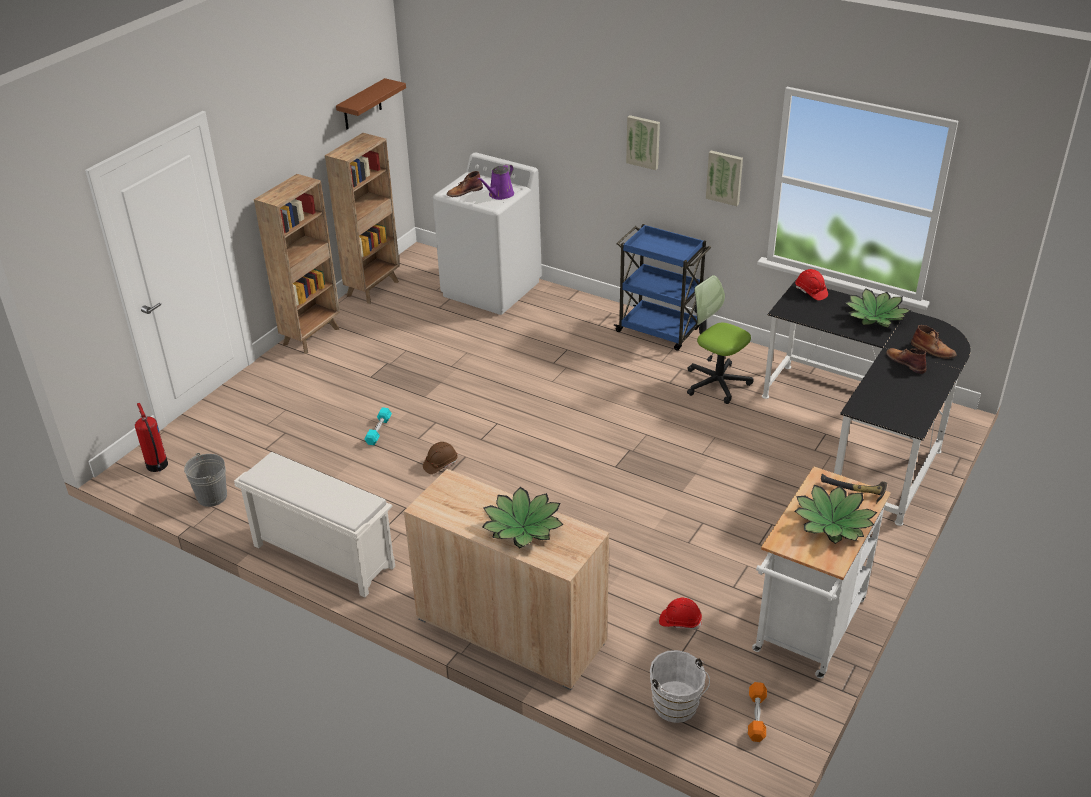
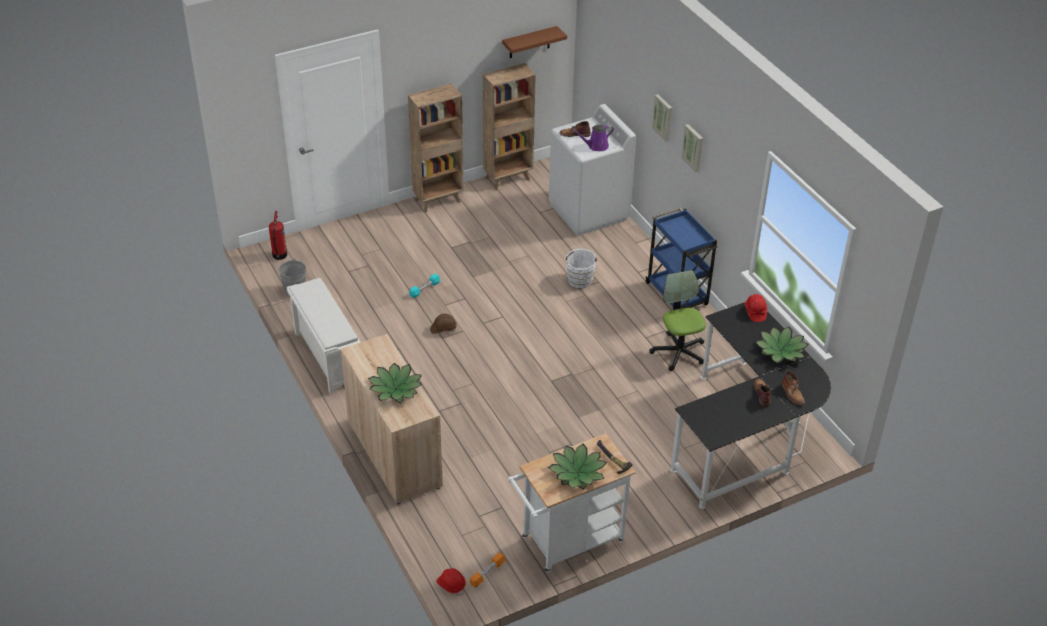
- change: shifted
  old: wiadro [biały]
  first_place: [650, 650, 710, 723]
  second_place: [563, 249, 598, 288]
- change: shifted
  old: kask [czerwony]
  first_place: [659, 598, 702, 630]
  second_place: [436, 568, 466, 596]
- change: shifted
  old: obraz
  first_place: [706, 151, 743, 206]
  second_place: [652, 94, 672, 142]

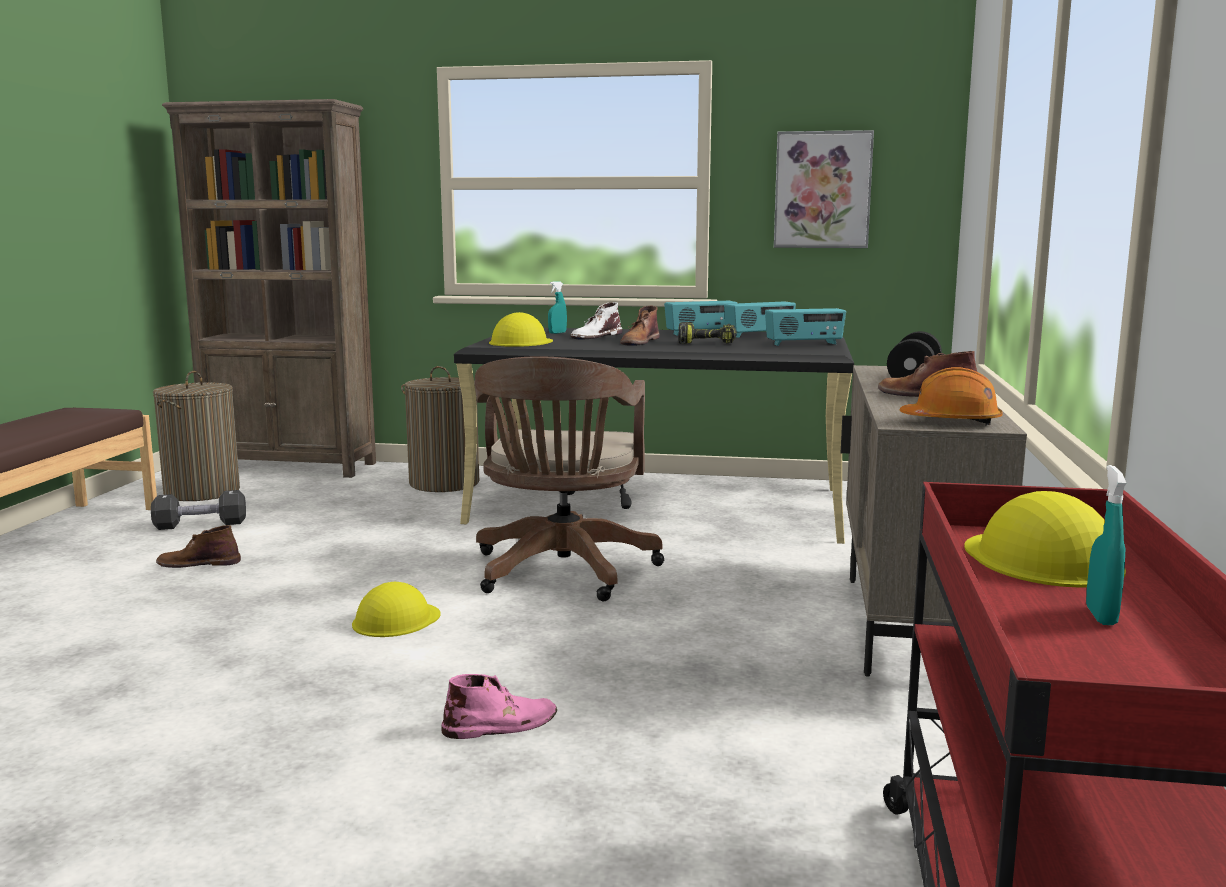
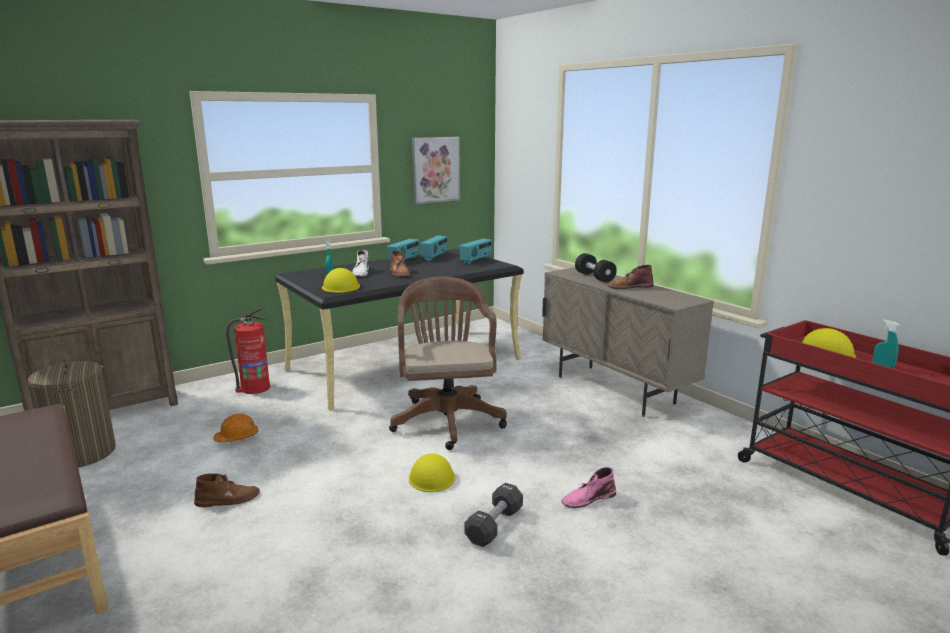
- change: gone
  old: wiertarka
  first_place: [678, 322, 737, 344]
- change: shifted
  old: hantel [czarny]
  first_place: [151, 490, 246, 530]
  second_place: [464, 483, 523, 547]
- change: shifted
  old: kask [pomarańczowy]
  first_place: [900, 367, 1003, 426]
  second_place: [213, 414, 258, 443]
- change: swapped
  old: kosz na pranie
  new: gaśnica
  first_place: [401, 366, 479, 492]
  second_place: [226, 308, 270, 394]
- change: rotated
  old: but z cholewką [brązowy]
  first_place: [156, 525, 241, 568]
  second_place: [194, 473, 260, 507]
  degrees: -150
- change: rotated
  old: but z cholewką [różowy]
  first_place: [442, 674, 557, 739]
  second_place: [561, 467, 616, 508]
  degrees: -135
- change: rotated
  old: krzesło biurowe [brązowy]
  first_place: [475, 356, 664, 601]
  second_place: [389, 277, 507, 450]
  degrees: -150

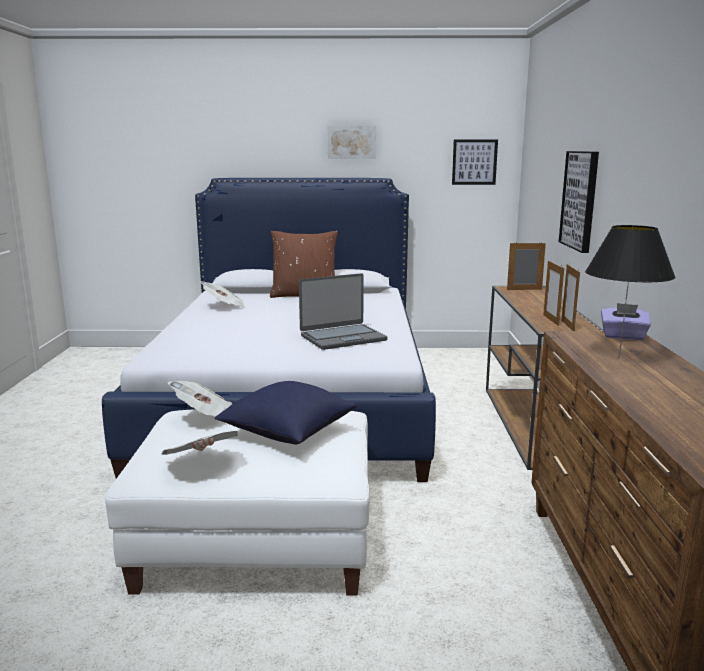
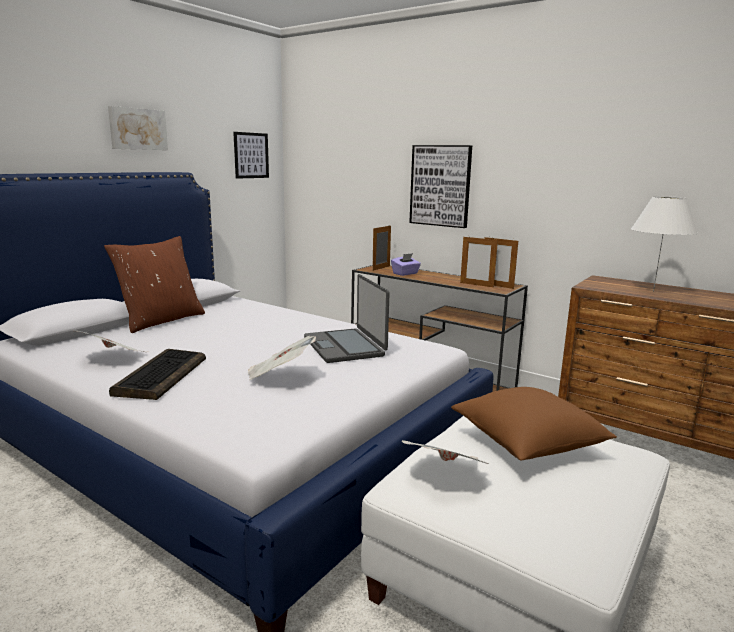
- change: new
  new: klawiatura
  second_place: [109, 349, 206, 400]
- change: shifted
  old: gazeta
  first_place: [162, 431, 238, 455]
  second_place: [248, 336, 316, 380]
- change: shifted
  old: pudełko chusteczek [fioletowy]
  first_place: [601, 303, 651, 340]
  second_place: [391, 253, 421, 276]
- change: repainted
  old: poduszka [niebieski]
  new: poduszka [brązowy]
  first_place: [214, 381, 357, 444]
  second_place: [451, 387, 617, 461]
- change: repainted
  old: lampa stołowa [czarny]
  new: lampa stołowa [biały]
  first_place: [585, 225, 676, 358]
  second_place: [631, 196, 698, 292]
- change: rotated
  old: laptop
  first_place: [299, 273, 387, 350]
  second_place: [304, 274, 390, 363]
  degrees: 150

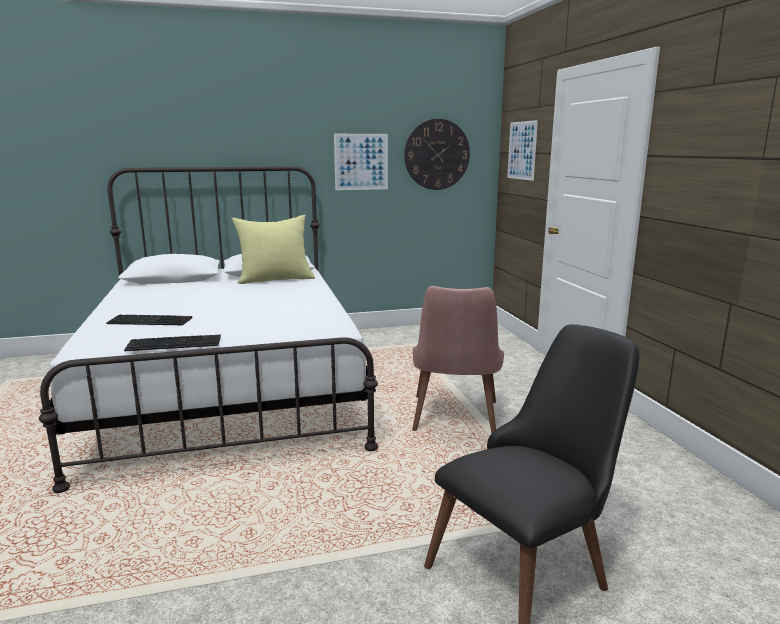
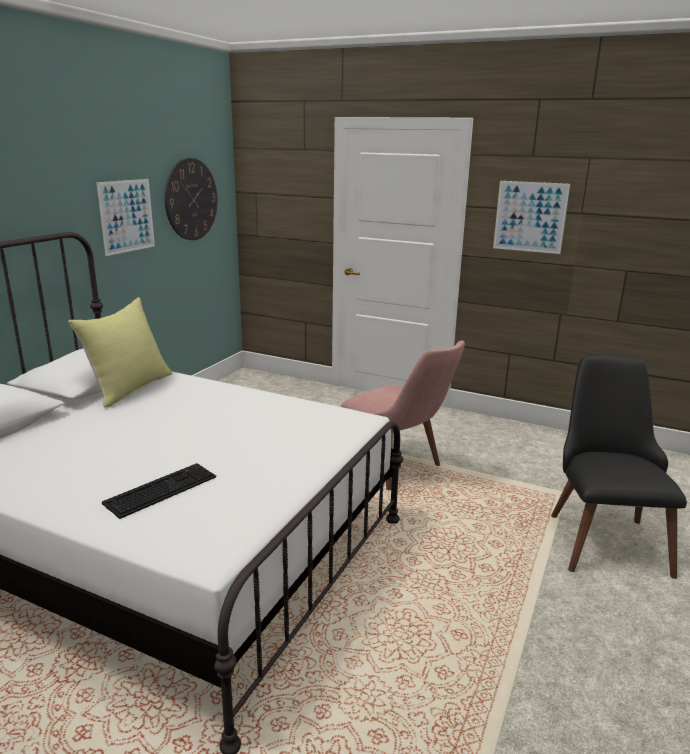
- change: gone
  old: klawiatura
  first_place: [124, 335, 221, 351]
- change: shifted
  old: obraz
  first_place: [507, 120, 538, 181]
  second_place: [493, 181, 570, 254]

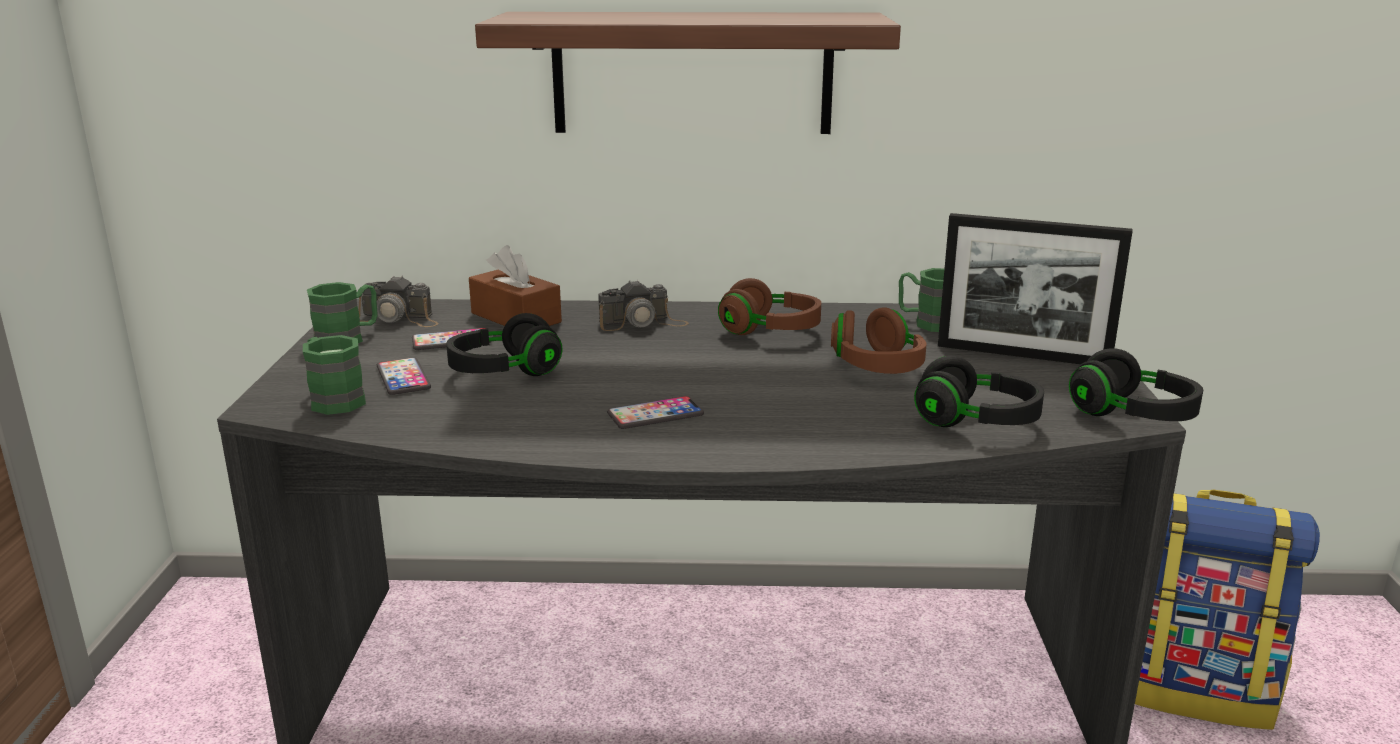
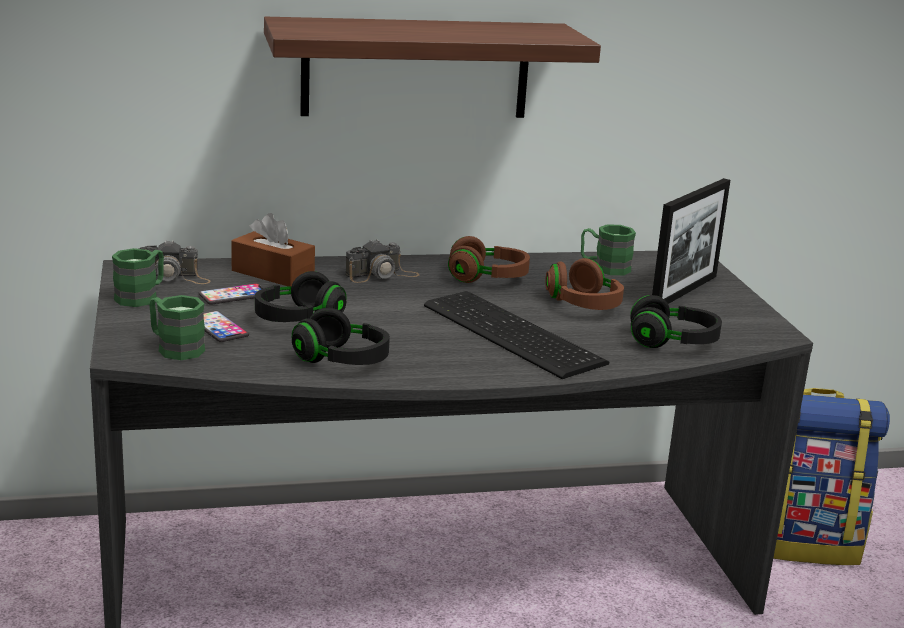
- change: gone
  old: telefon
  first_place: [607, 396, 704, 429]
- change: new
  new: klawiatura
  second_place: [424, 291, 609, 379]
- change: shifted
  old: słuchawki [czarny]
  first_place: [1069, 348, 1203, 421]
  second_place: [292, 308, 390, 365]
- change: rotated
  old: ramka na zdjęcie
  first_place: [938, 213, 1133, 364]
  second_place: [652, 178, 730, 304]
  degrees: -60

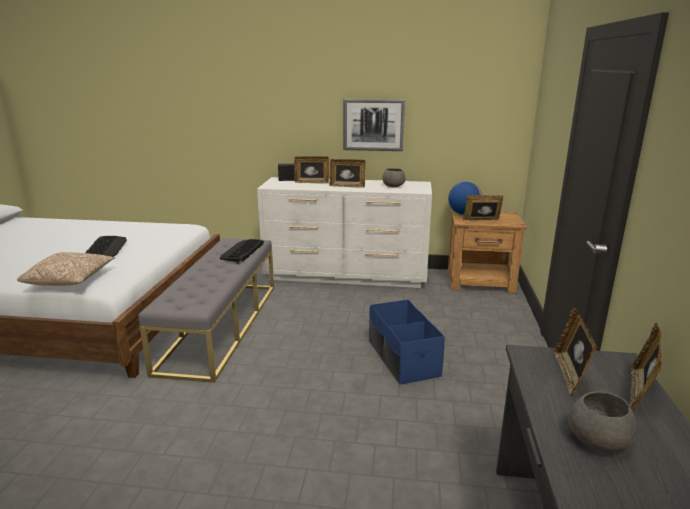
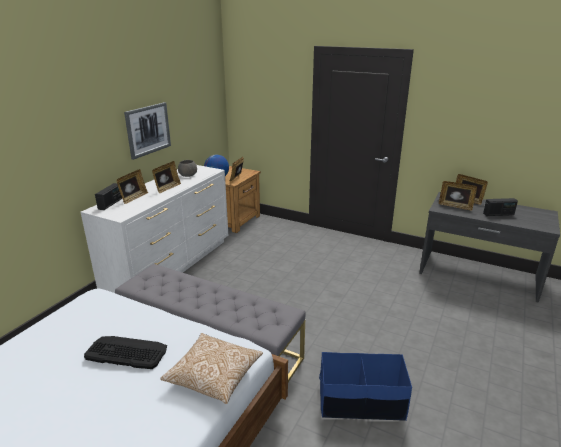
- change: gone
  old: klawiatura
  first_place: [220, 239, 264, 262]
- change: shifted
  old: pojemnik do przechowywania [niebieski]
  first_place: [369, 299, 445, 385]
  second_place: [319, 352, 412, 421]
- change: swapped
  old: miska [szary]
  new: radio
  first_place: [568, 392, 636, 452]
  second_place: [483, 198, 518, 216]

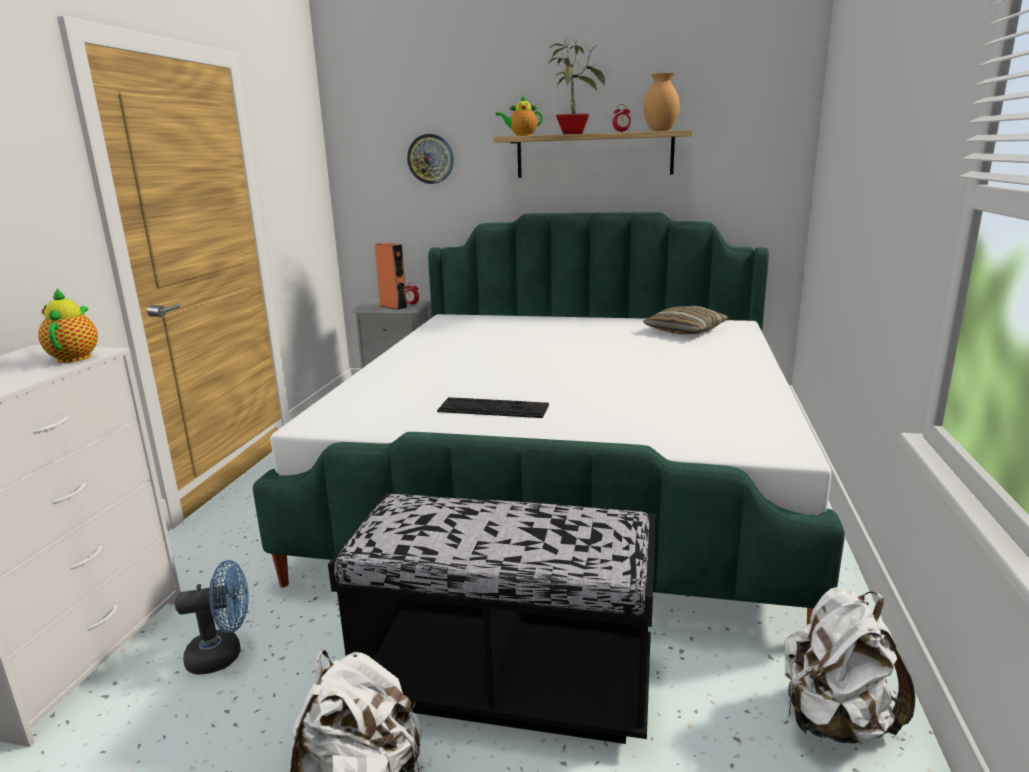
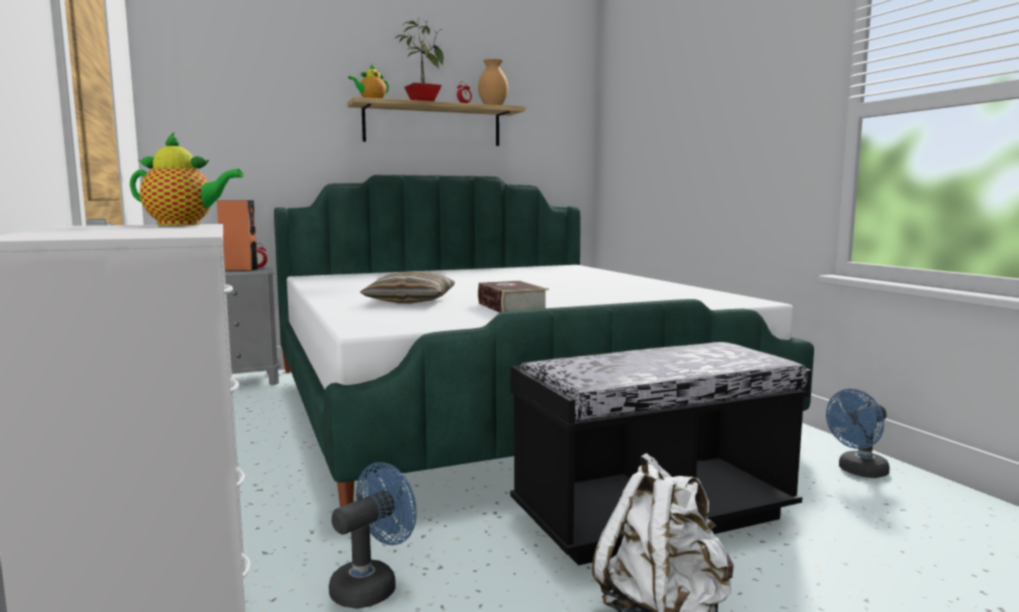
- change: gone
  old: zegar ścienny
  first_place: [407, 134, 454, 184]
- change: shifted
  old: poduszka
  first_place: [643, 306, 728, 334]
  second_place: [360, 271, 455, 304]
- change: swapped
  old: klawiatura
  new: książka
  first_place: [437, 397, 549, 418]
  second_place: [478, 281, 549, 313]
- change: swapped
  old: plecak [biały]
  new: wentylator [niebieski]
  first_place: [784, 587, 915, 744]
  second_place: [826, 389, 890, 478]
- change: rotated
  old: imbryk
  first_place: [38, 288, 98, 363]
  second_place: [130, 132, 244, 225]
  degrees: 135

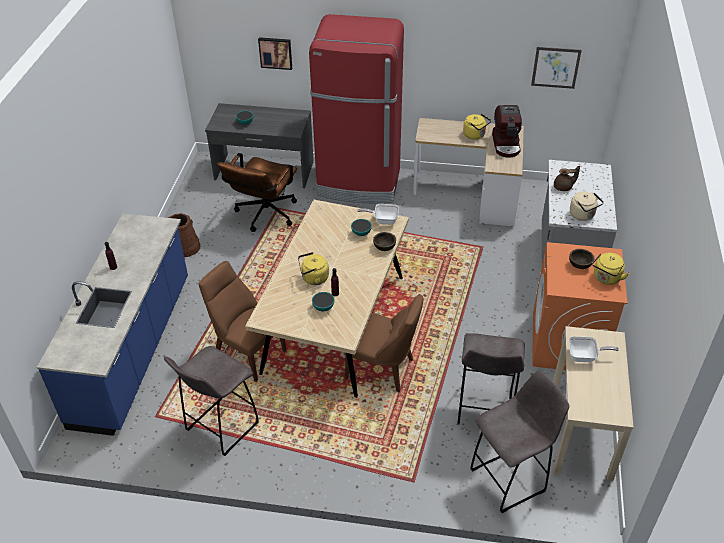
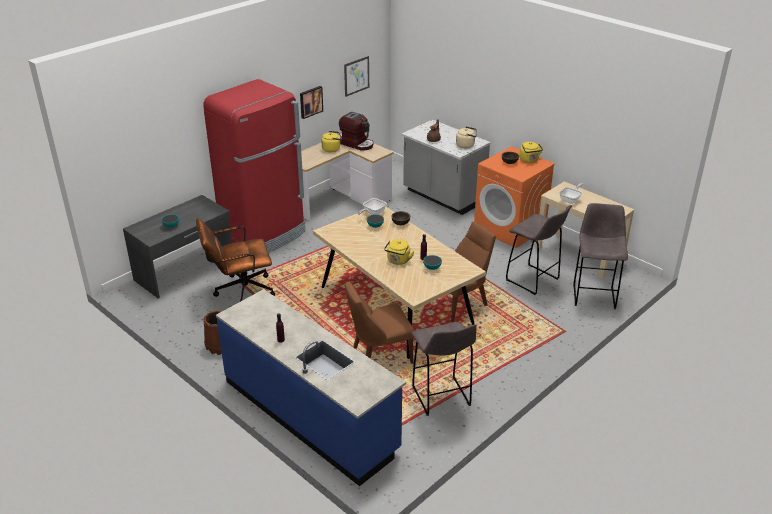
- change: shifted
  old: obraz
  first_place: [258, 37, 292, 70]
  second_place: [300, 86, 323, 119]
- change: rotated
  old: krzesło biurowe [brązowy]
  first_place: [217, 153, 297, 232]
  second_place: [196, 218, 275, 302]
  degrees: 105

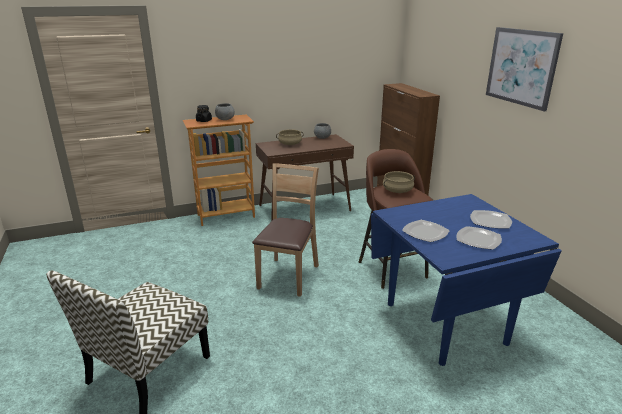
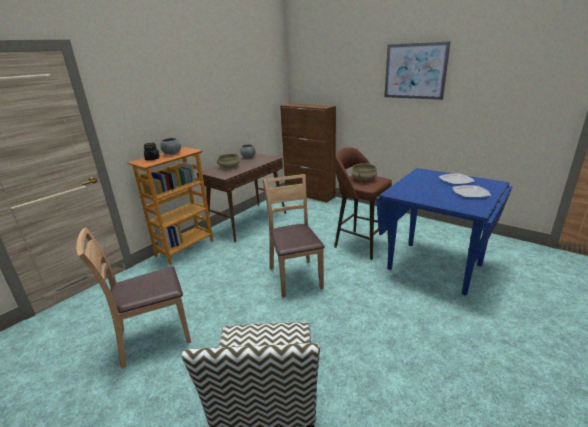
- change: gone
  old: talerz
  first_place: [402, 220, 450, 242]
- change: new
  new: krzesło [brązowy]
  second_place: [76, 227, 191, 369]

